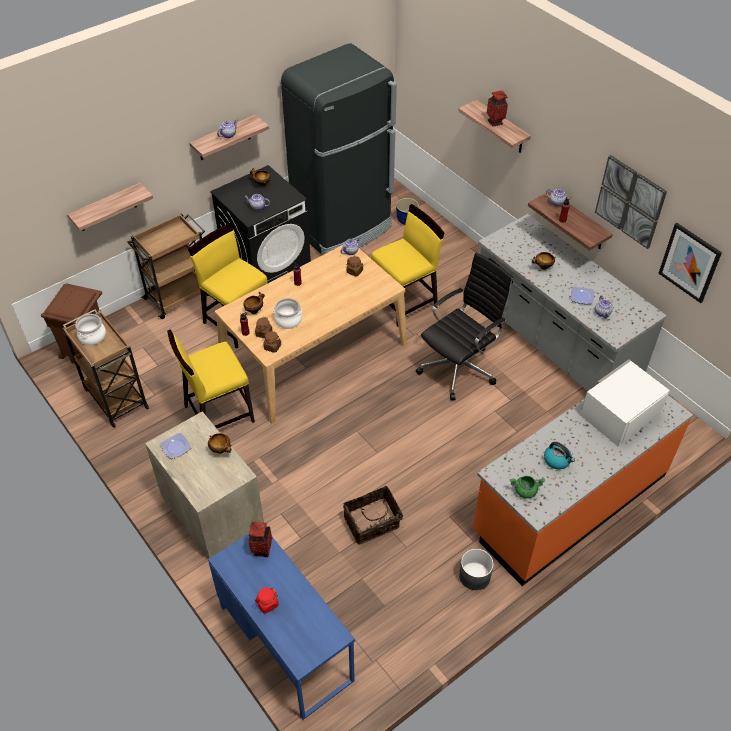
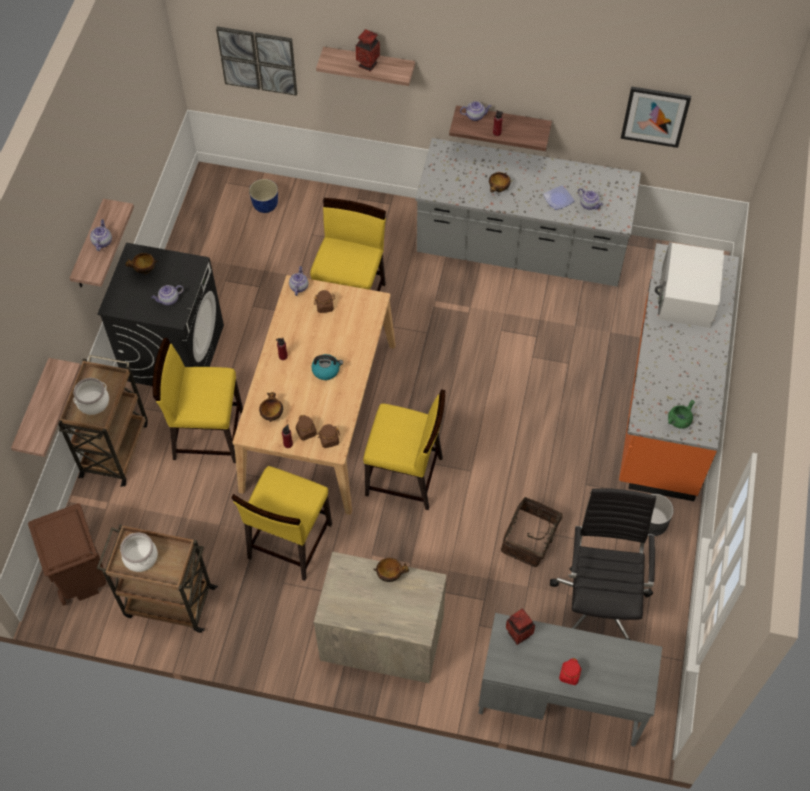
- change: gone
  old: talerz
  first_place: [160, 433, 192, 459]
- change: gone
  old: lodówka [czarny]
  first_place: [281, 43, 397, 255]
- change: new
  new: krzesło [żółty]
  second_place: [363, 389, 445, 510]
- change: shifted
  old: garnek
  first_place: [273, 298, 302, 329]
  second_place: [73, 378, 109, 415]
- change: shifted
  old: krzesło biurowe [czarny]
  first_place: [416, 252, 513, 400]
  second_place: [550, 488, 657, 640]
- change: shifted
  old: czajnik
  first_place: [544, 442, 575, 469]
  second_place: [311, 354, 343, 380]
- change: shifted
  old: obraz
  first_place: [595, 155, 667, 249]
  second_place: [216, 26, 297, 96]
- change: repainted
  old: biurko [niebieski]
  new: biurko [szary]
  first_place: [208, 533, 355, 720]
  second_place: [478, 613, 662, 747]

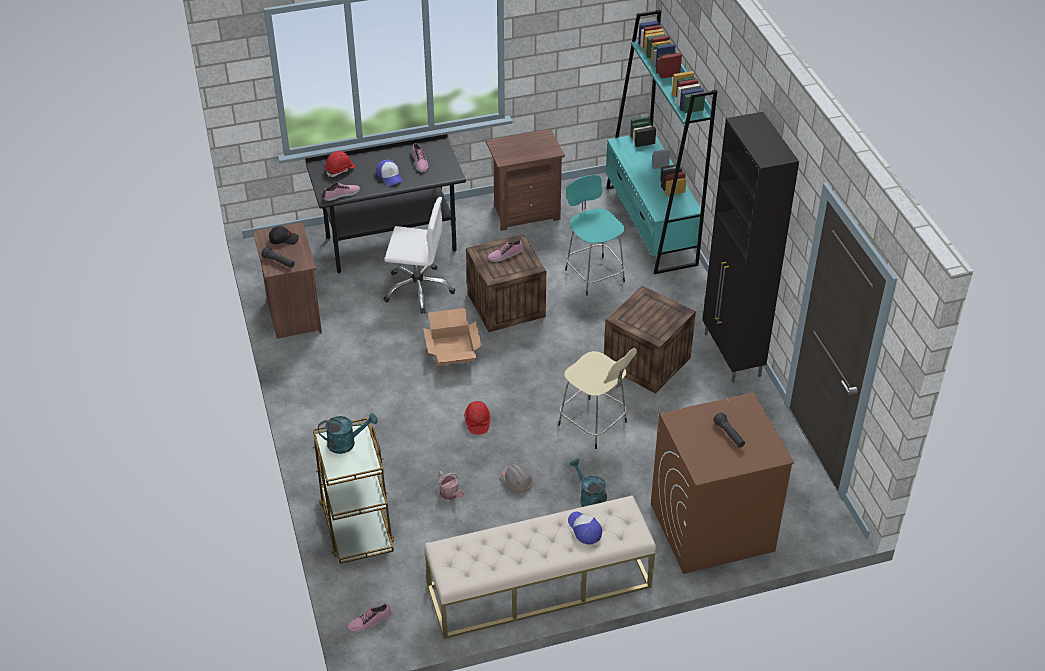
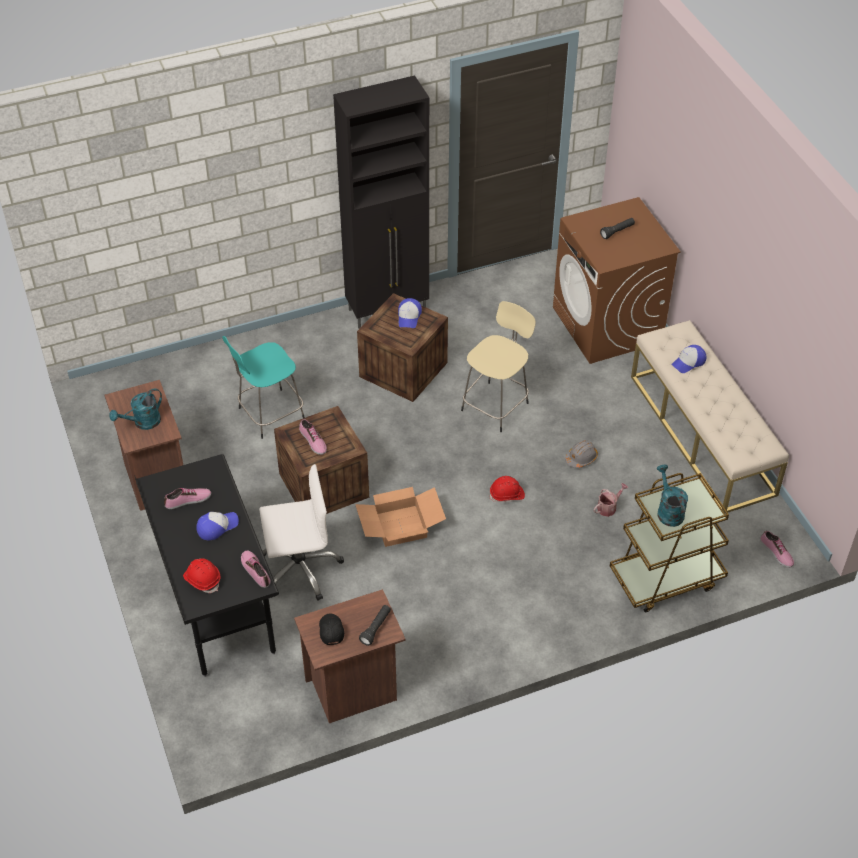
- change: gone
  old: regał [turkusowy]
  first_place: [606, 10, 717, 274]
- change: new
  new: czapka z daszkiem
  second_place: [398, 298, 422, 328]
- change: shifted
  old: konewka [turkusowy]
  first_place: [570, 458, 607, 507]
  second_place: [109, 388, 162, 430]
- change: rotated
  old: krzesło biurowe [biały]
  first_place: [383, 197, 455, 314]
  second_place: [259, 464, 344, 601]
  degrees: 75

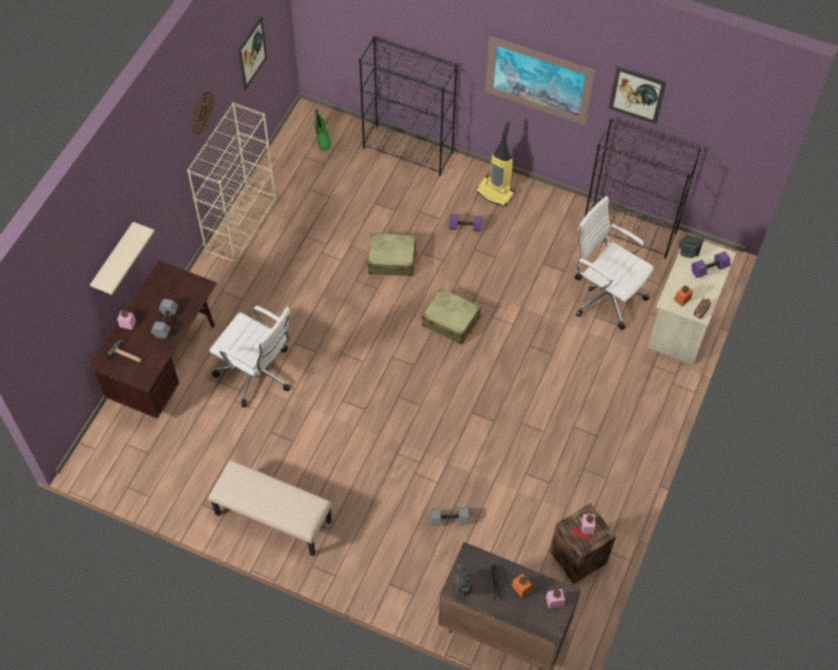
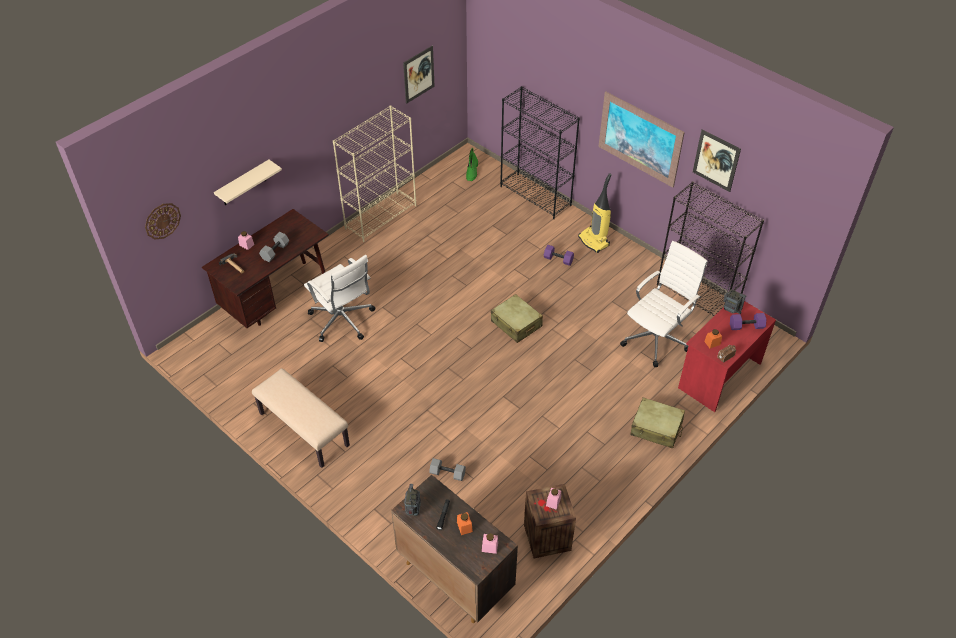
- change: shifted
  old: zegar ścienny
  first_place: [191, 92, 214, 135]
  second_place: [145, 203, 181, 239]
- change: shifted
  old: walizka [beżowy]
  first_place: [368, 233, 418, 276]
  second_place: [631, 398, 685, 448]
- change: repainted
  old: biurko [beżowy]
  new: biurko [czerwony]
  first_place: [647, 241, 736, 365]
  second_place: [678, 301, 776, 412]
- change: rotated
  old: krzesło biurowe [biały]
  first_place: [575, 196, 654, 330]
  second_place: [620, 241, 707, 367]
  degrees: 75

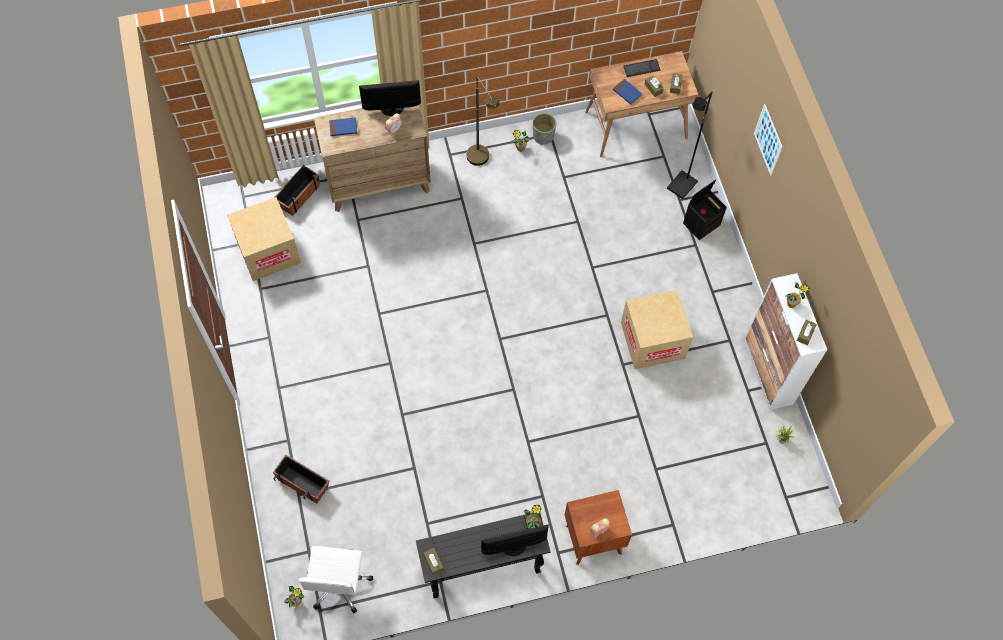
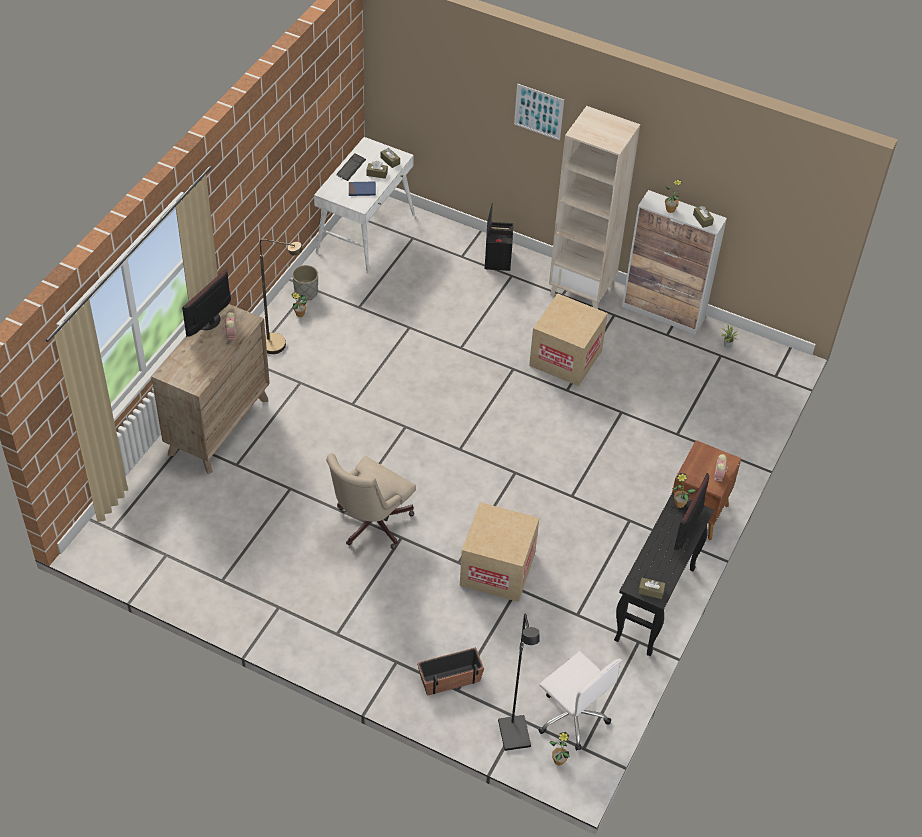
- change: gone
  old: donica
  first_place: [274, 165, 320, 216]
- change: gone
  old: książka [niebieski]
  first_place: [329, 117, 357, 136]
- change: new
  new: krzesło biurowe [beżowy]
  second_place: [326, 453, 416, 549]
- change: new
  new: regał [beżowy]
  second_place: [549, 106, 640, 309]
- change: shifted
  old: karton
  first_place: [227, 197, 301, 281]
  second_place: [460, 502, 539, 602]
- change: shifted
  old: lampa stojąca [czarny]
  first_place: [667, 91, 712, 199]
  second_place: [498, 614, 540, 751]
- change: repainted
  old: biurko [brązowy]
  new: biurko [biały]
  first_place: [585, 51, 699, 157]
  second_place: [314, 137, 415, 273]

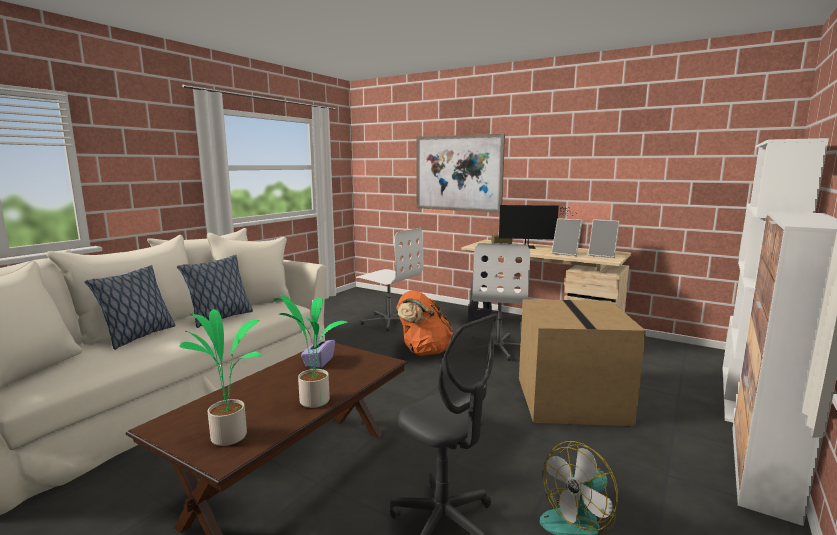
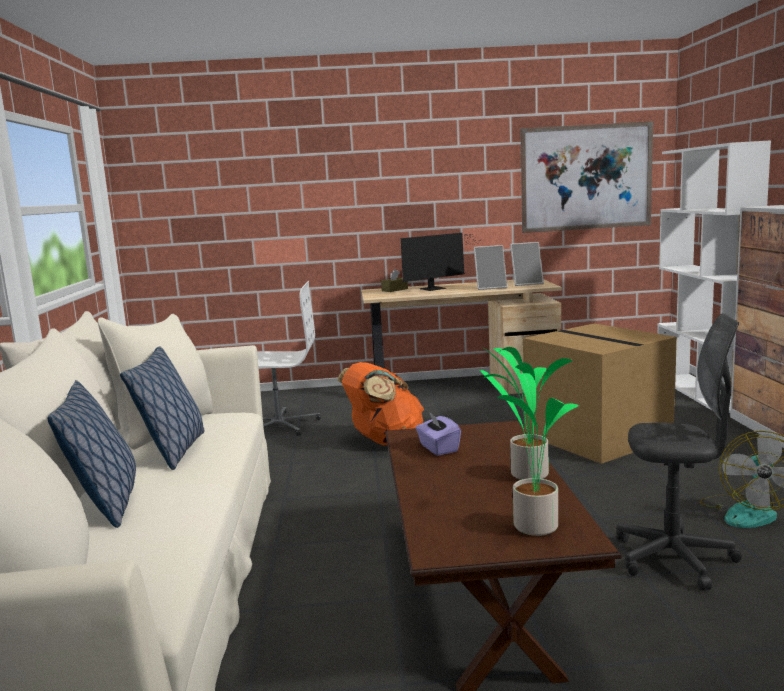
- change: gone
  old: krzesło biurowe [biały]
  first_place: [473, 243, 530, 361]
- change: shifted
  old: obraz
  first_place: [416, 134, 505, 213]
  second_place: [520, 121, 653, 233]

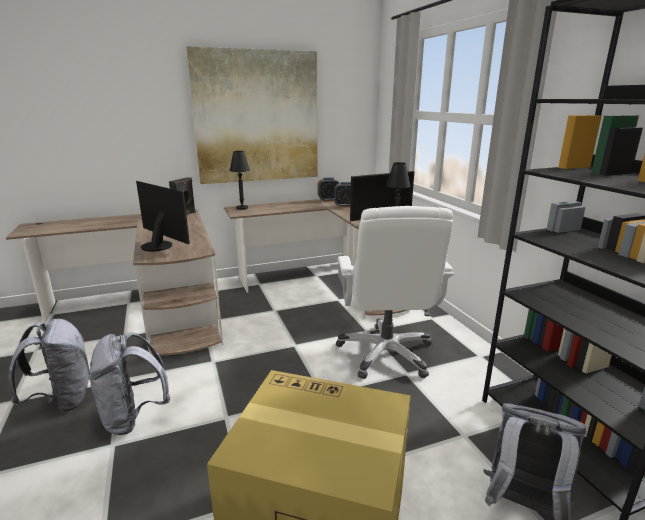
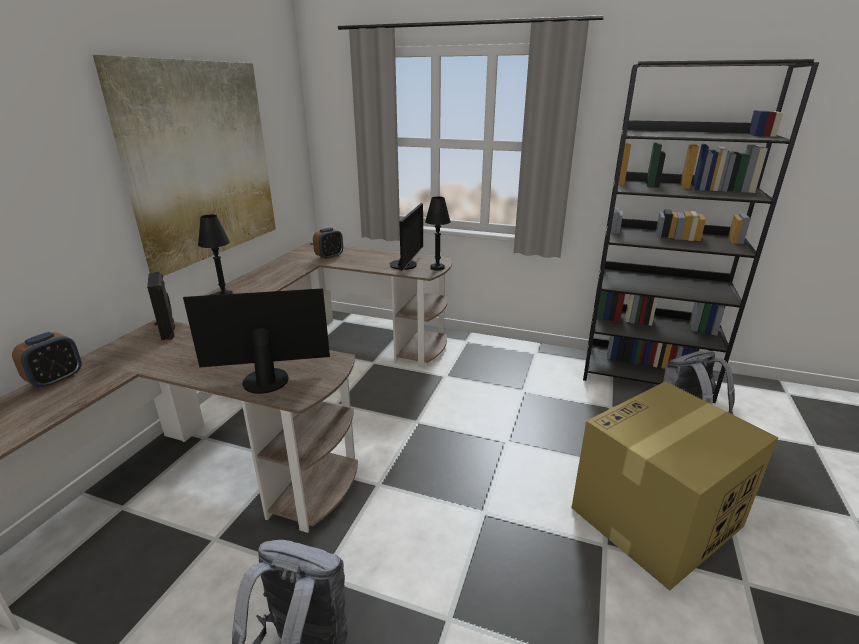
- change: gone
  old: plecak [szary]
  first_place: [88, 332, 170, 435]
- change: gone
  old: krzesło biurowe [biały]
  first_place: [336, 206, 454, 379]
- change: shifted
  old: budzik
  first_place: [317, 177, 339, 201]
  second_place: [12, 332, 82, 389]

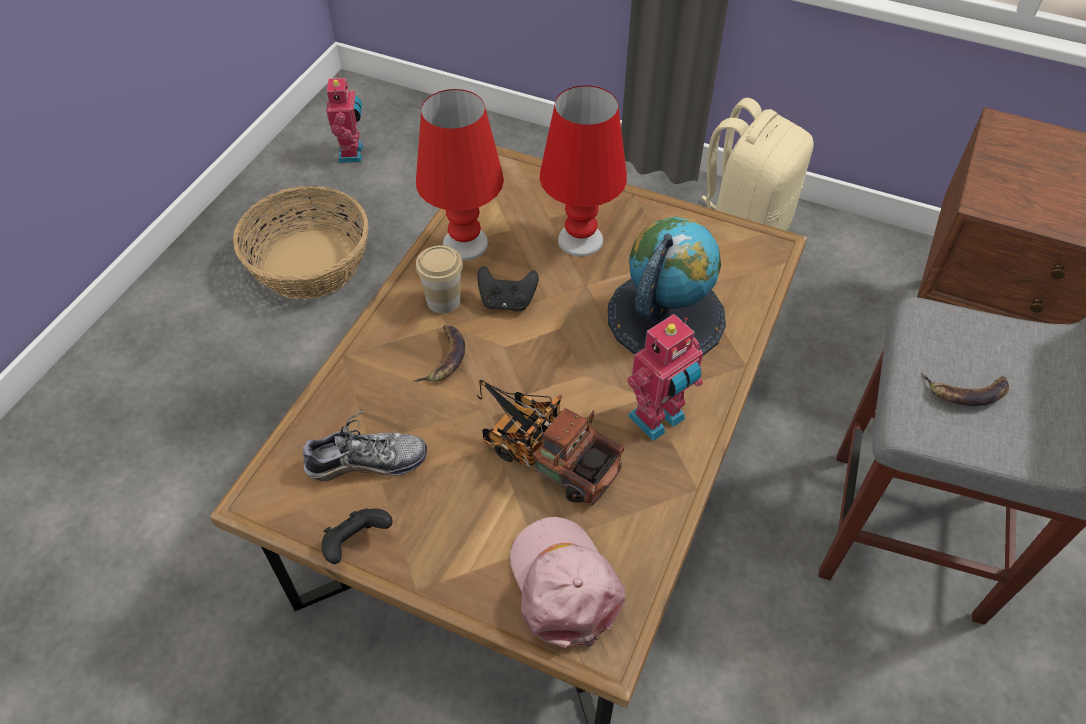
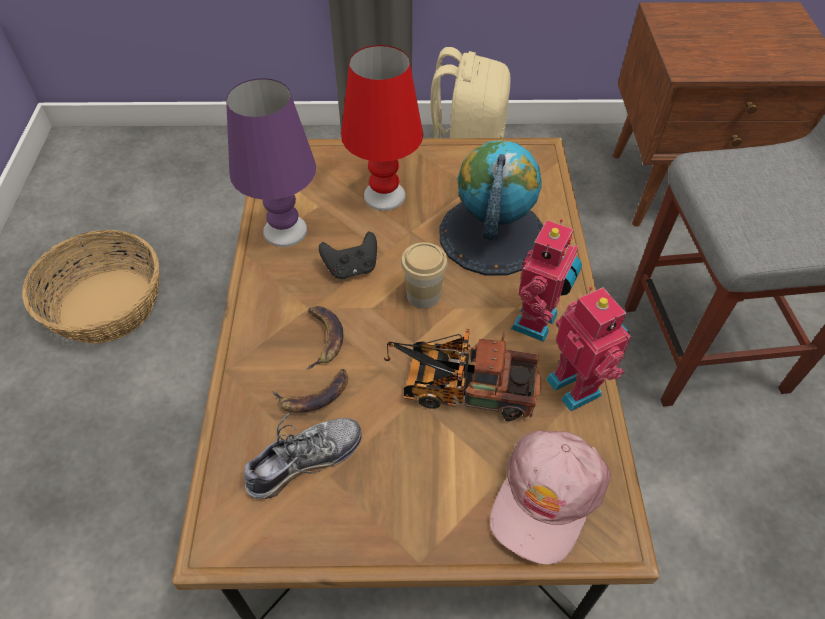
- change: gone
  old: pad do gier [czarny]
  first_place: [321, 508, 393, 564]
- change: shifted
  old: robot zabawkowy
  first_place: [326, 75, 363, 163]
  second_place: [546, 287, 631, 412]
- change: shifted
  old: filiżanka
  first_place: [416, 246, 463, 314]
  second_place: [401, 242, 448, 309]
- change: shifted
  old: banan
  first_place: [921, 373, 1009, 406]
  second_place: [272, 369, 348, 413]
- change: repainted
  old: lampa stołowa [czerwony]
  new: lampa stołowa [fioletowy]
  first_place: [416, 89, 504, 260]
  second_place: [226, 78, 316, 247]
- change: rotated
  old: czapka z daszkiem [różowy]
  first_place: [510, 517, 625, 648]
  second_place: [490, 430, 611, 565]
  degrees: -105

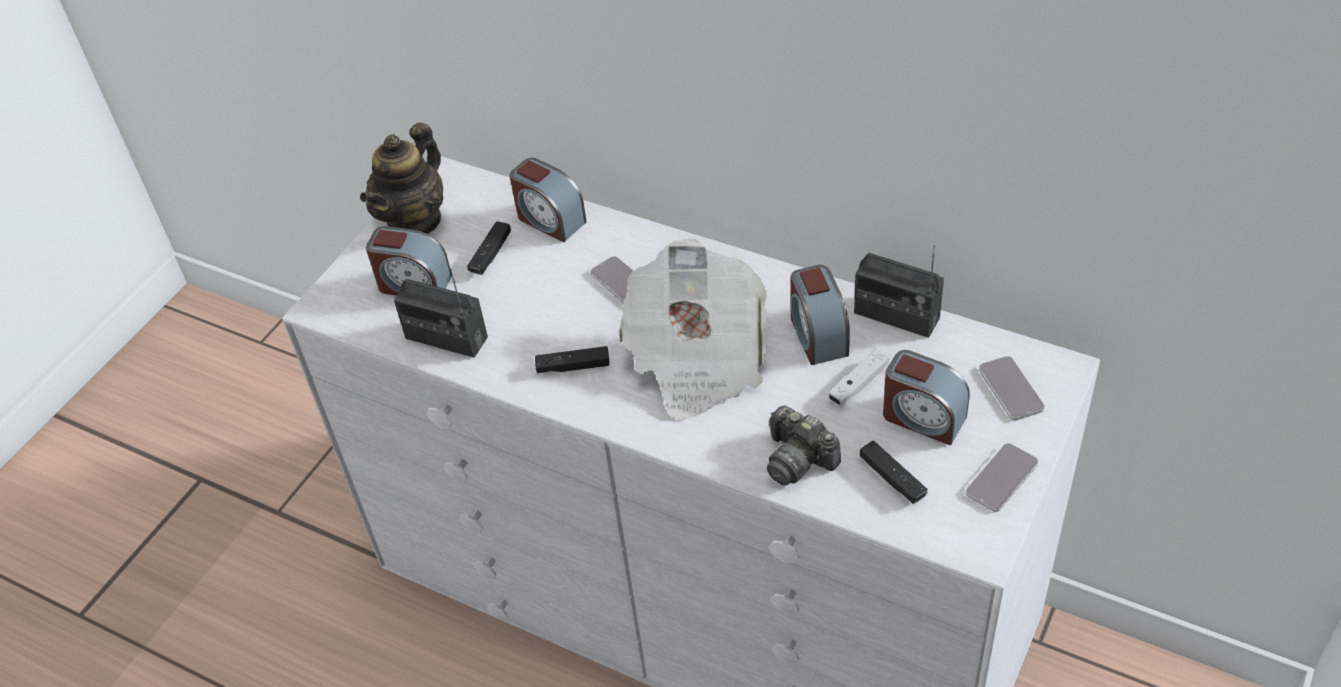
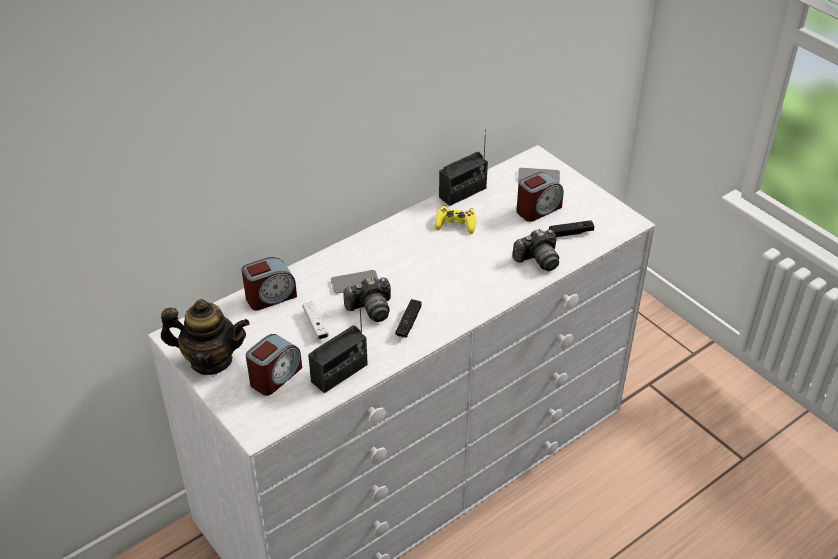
- change: gone
  old: pad do gier [czarny]
  first_place: [467, 221, 511, 275]
- change: gone
  old: gazeta
  first_place: [618, 239, 767, 420]
- change: gone
  old: telefon
  first_place: [965, 443, 1038, 512]
- change: new
  new: aparat fotograficzny
  second_place: [343, 277, 391, 322]
- change: shifted
  old: pad do gier [biały]
  first_place: [828, 349, 889, 406]
  second_place: [303, 301, 329, 340]
- change: swapped
  old: budzik
  new: pad do gier [żółty]
  first_place: [791, 265, 850, 365]
  second_place: [435, 205, 476, 234]
- change: rotated
  old: imbryk
  first_place: [360, 122, 443, 234]
  second_place: [161, 299, 250, 375]
  degrees: -45

